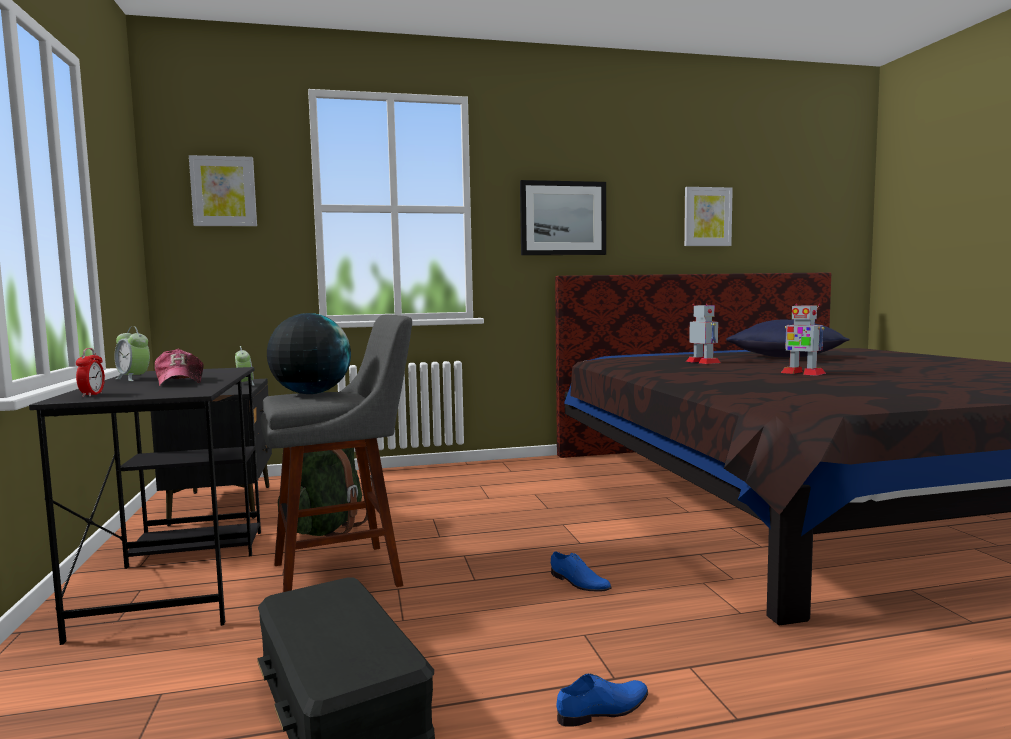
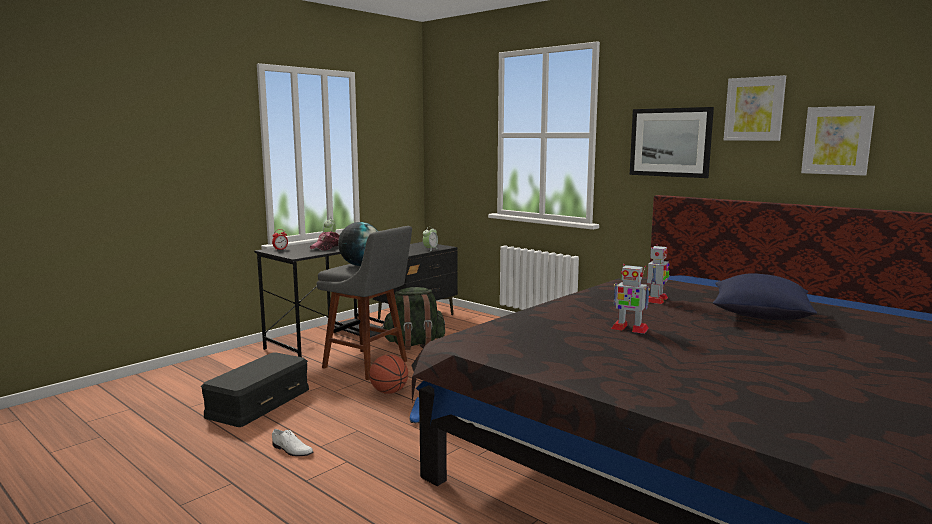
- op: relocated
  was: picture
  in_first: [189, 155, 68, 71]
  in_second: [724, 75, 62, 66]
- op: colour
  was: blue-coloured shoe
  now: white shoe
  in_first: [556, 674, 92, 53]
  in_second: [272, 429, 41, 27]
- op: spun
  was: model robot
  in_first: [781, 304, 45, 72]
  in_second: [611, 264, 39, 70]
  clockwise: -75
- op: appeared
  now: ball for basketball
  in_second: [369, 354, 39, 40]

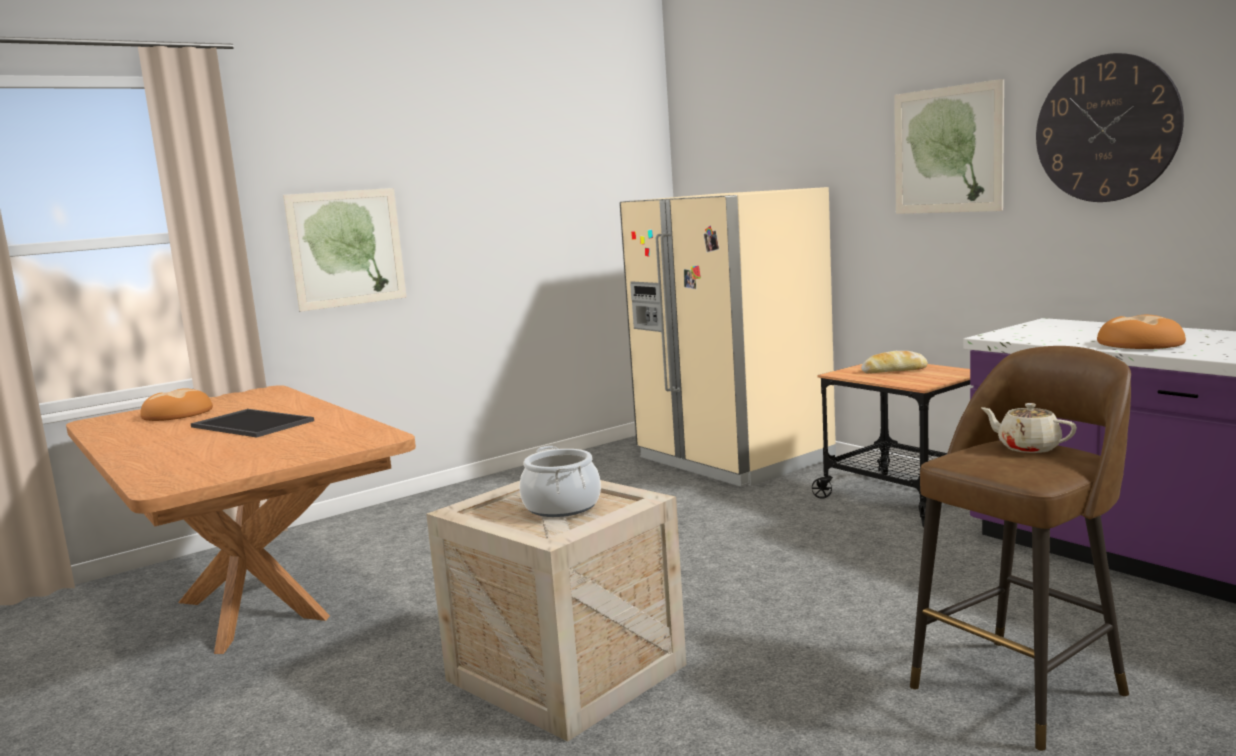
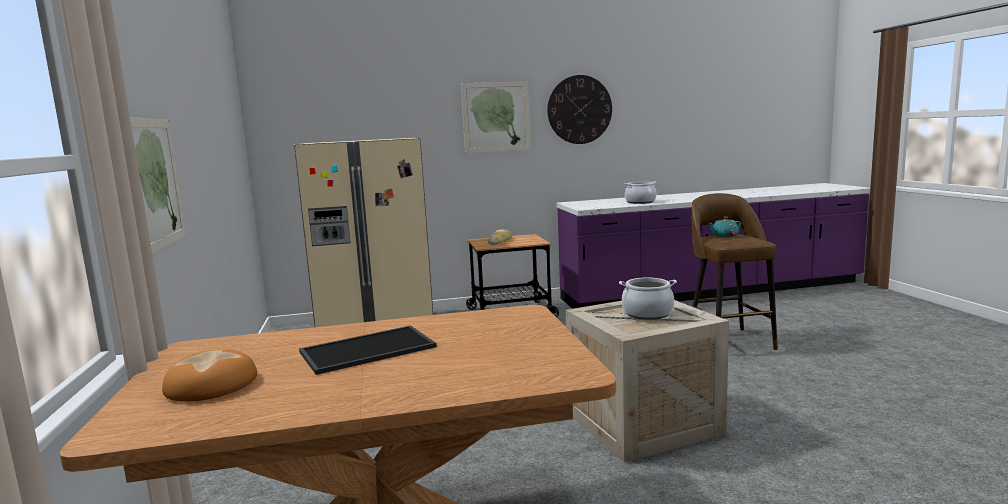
- op: colour
  was: beige-coloured teapot
  now: turquoise teapot
  in_first: [981, 403, 96, 50]
  in_second: [709, 217, 32, 20]
- op: exchanged
  was: bakery bread
  now: cooking pot
  in_first: [1097, 315, 89, 34]
  in_second: [624, 181, 33, 23]

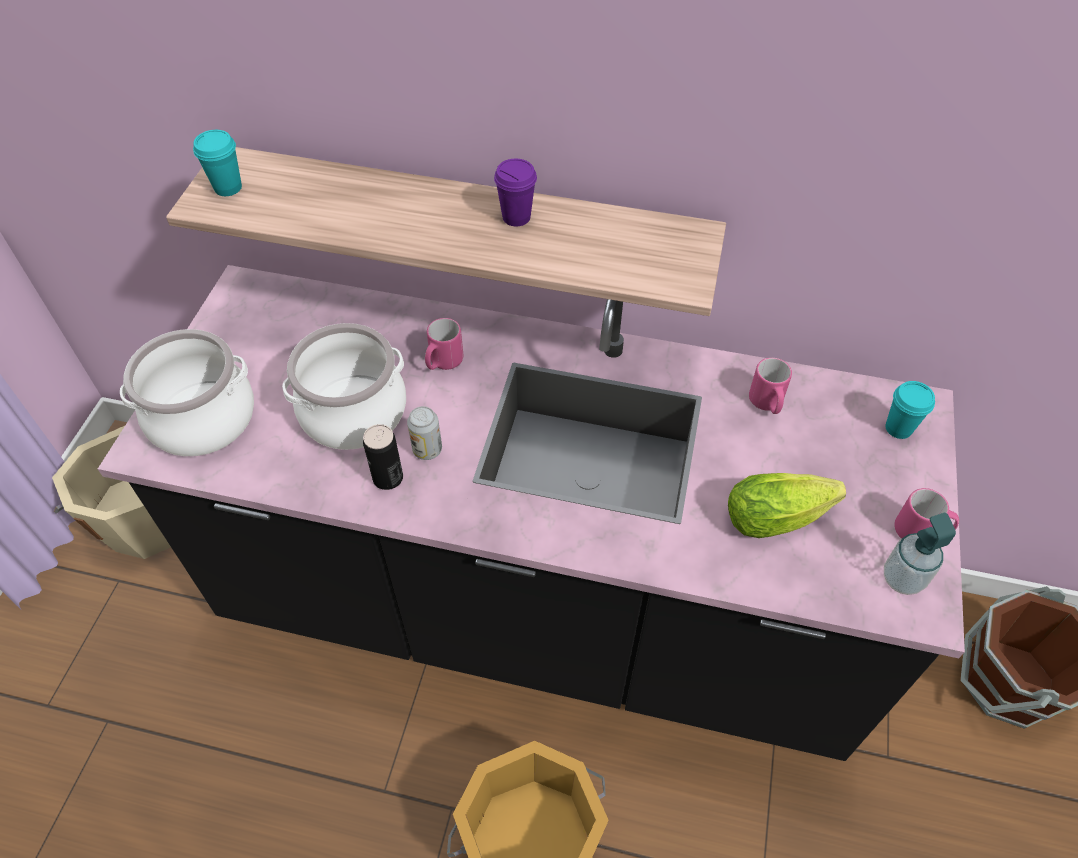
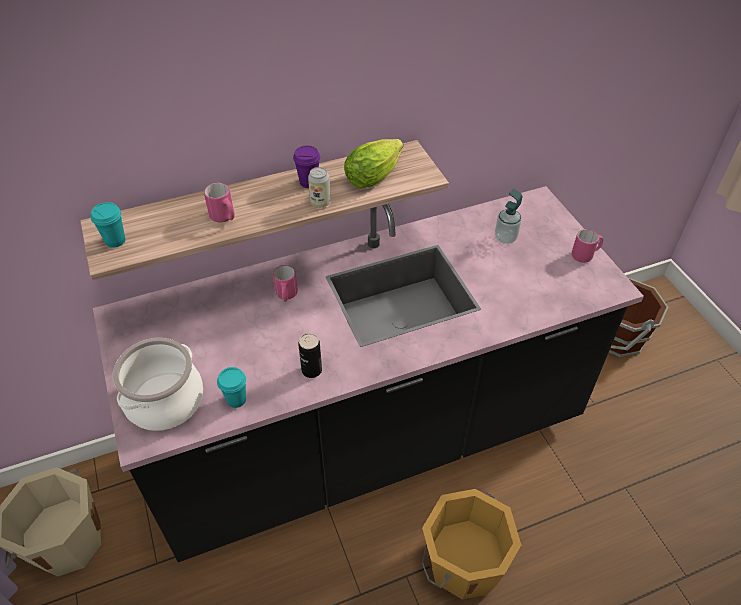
- op: missing
  was: cooking pot
  in_first: [282, 323, 124, 127]
- op: relocated
  was: can
  in_first: [407, 406, 35, 54]
  in_second: [308, 167, 23, 41]
- op: relocated
  was: lettuce
  in_first: [728, 473, 118, 65]
  in_second: [344, 139, 60, 49]
- op: relocated
  was: pink tea mug
  in_first: [749, 358, 43, 56]
  in_second: [204, 183, 31, 39]
- op: relocated
  was: liquid soap bottle
  in_first: [884, 513, 72, 82]
  in_second: [495, 189, 27, 55]
- op: relocated
  was: turquoise small cup
  in_first: [885, 381, 50, 58]
  in_second: [217, 367, 29, 41]

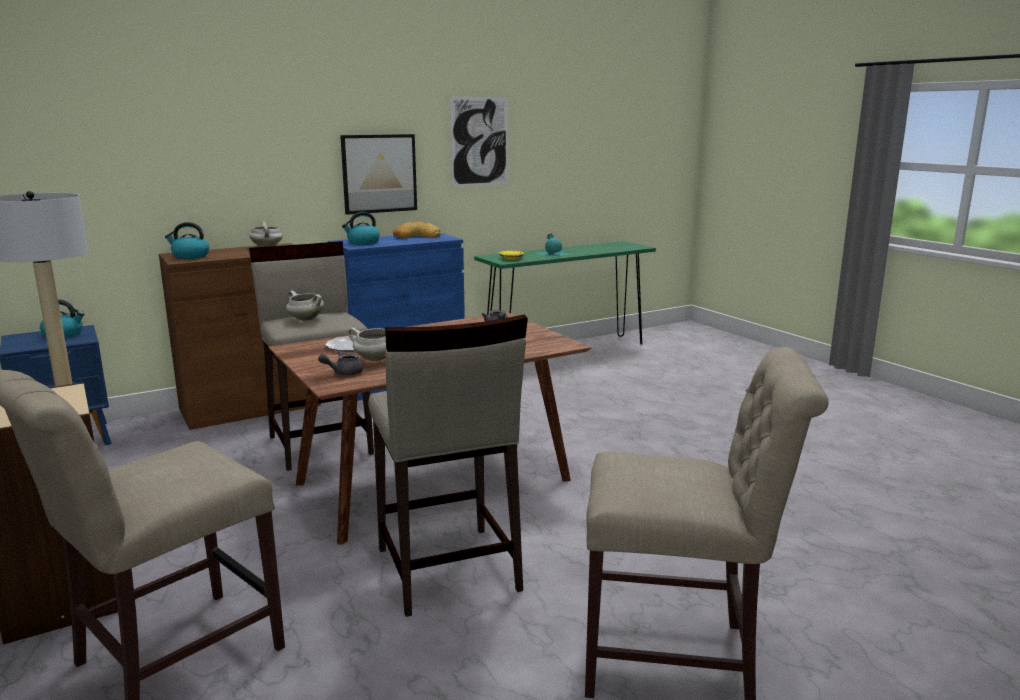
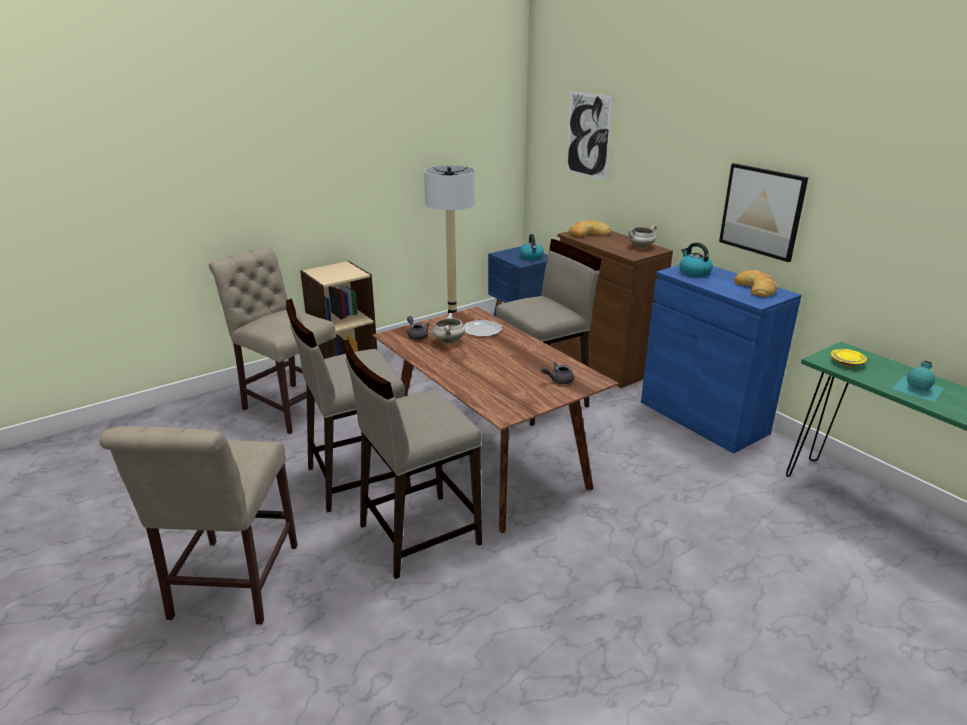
- op: exchanged
  was: kettle
  now: bakery bread
  in_first: [165, 222, 44, 37]
  in_second: [569, 220, 42, 17]
- op: missing
  was: white cooking pot
  in_first: [286, 290, 38, 31]
- op: relocated
  was: picture
  in_first: [450, 97, 57, 89]
  in_second: [566, 91, 47, 90]
- op: appeared
  now: beige-coloured sitting stool
  in_second: [342, 340, 140, 239]

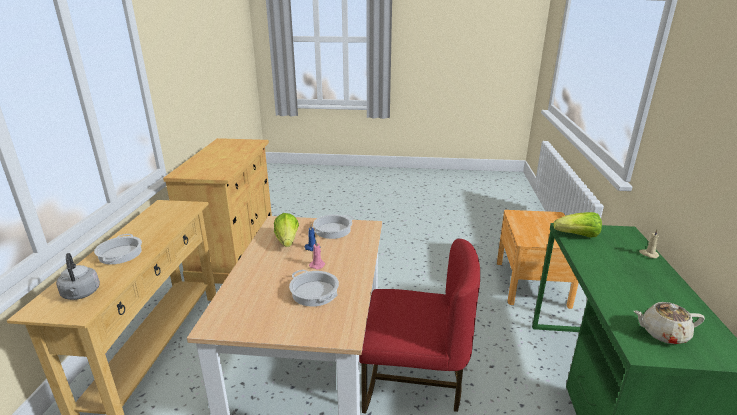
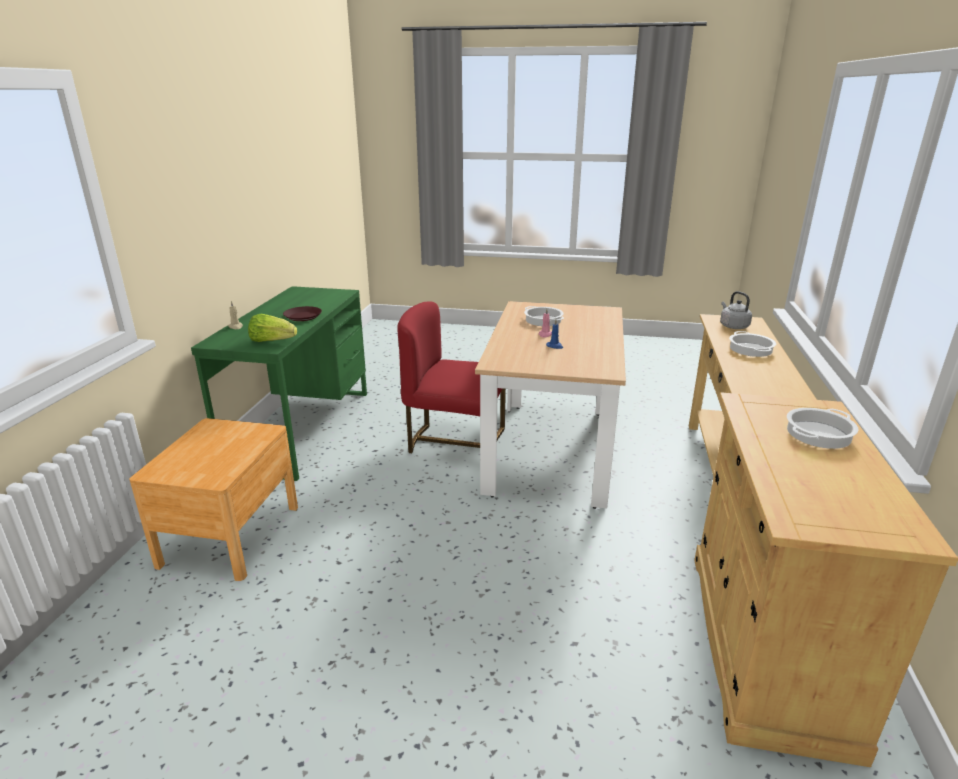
- op: missing
  was: lettuce
  in_first: [274, 213, 25, 34]
- op: relocated
  was: cooking pot
  in_first: [312, 214, 42, 25]
  in_second: [787, 408, 72, 41]
- op: missing
  was: beige-coloured teapot
  in_first: [633, 302, 72, 42]
- op: appeared
  now: brown plate
  in_second: [283, 306, 39, 15]

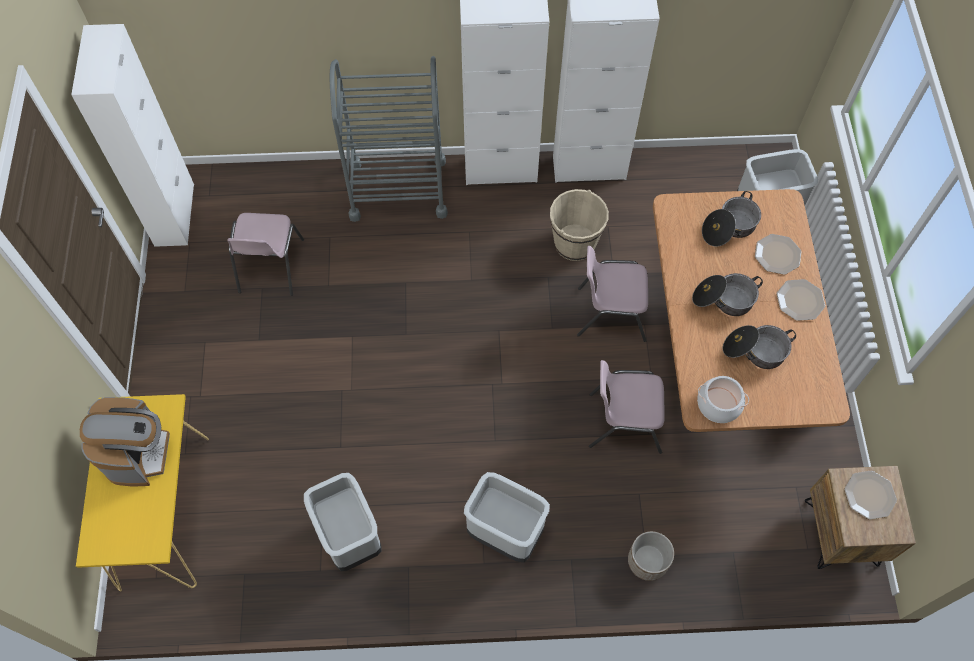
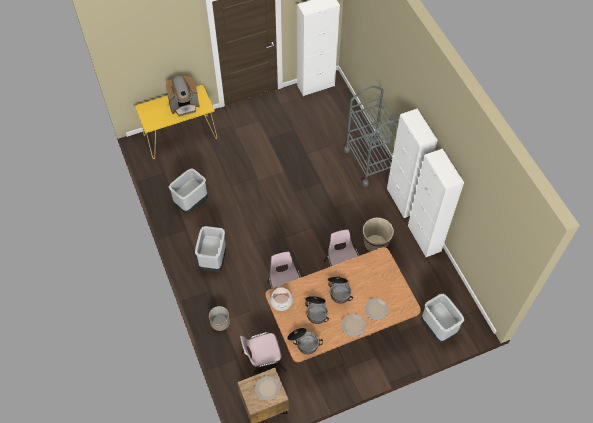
- op: relocated
  was: pink upright chair
  in_first: [227, 213, 77, 83]
  in_second: [240, 332, 47, 45]
- op: relocated
  was: cooking pot
  in_first: [702, 191, 59, 56]
  in_second: [287, 328, 36, 26]

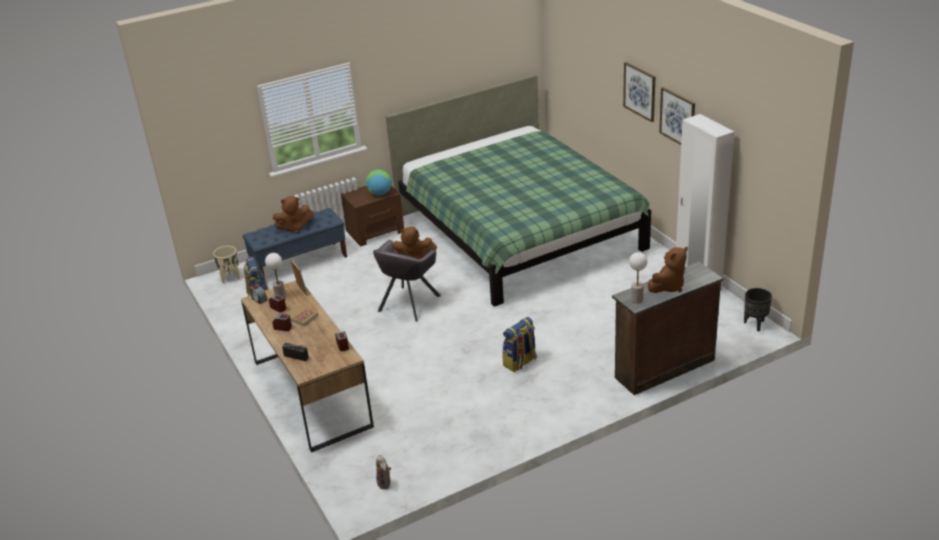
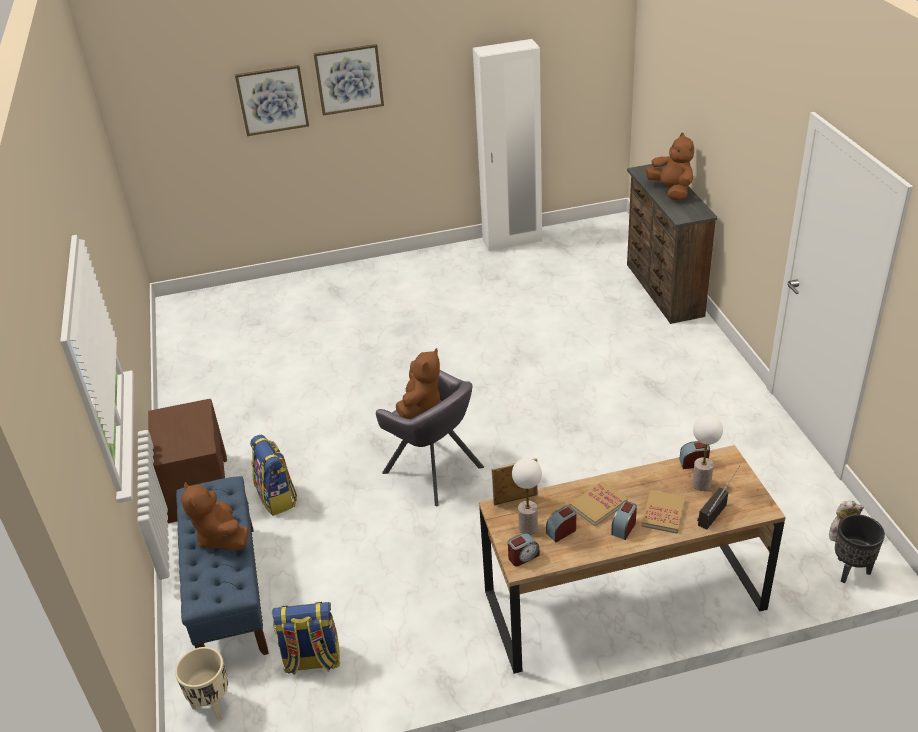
- op: spun
  was: brown plush toy
  in_first: [273, 196, 41, 37]
  in_second: [181, 482, 68, 68]
  clockwise: 150
- op: missing
  was: desk globe
  in_first: [366, 170, 26, 25]
- op: missing
  was: green sleeping bed
  in_first: [386, 74, 265, 233]
- op: relocated
  was: rucksack
  in_first: [503, 317, 34, 55]
  in_second: [250, 435, 47, 81]
- op: relocated
  was: lamp for a table
  in_first: [629, 252, 18, 52]
  in_second: [692, 415, 31, 76]
- op: relocated
  was: picture
  in_first: [659, 87, 36, 58]
  in_second: [235, 65, 74, 71]
- op: relocated
  was: blackish plant pot
  in_first: [744, 288, 28, 43]
  in_second: [835, 514, 50, 70]
- op: appeared
  now: volume
  in_second: [641, 490, 45, 44]

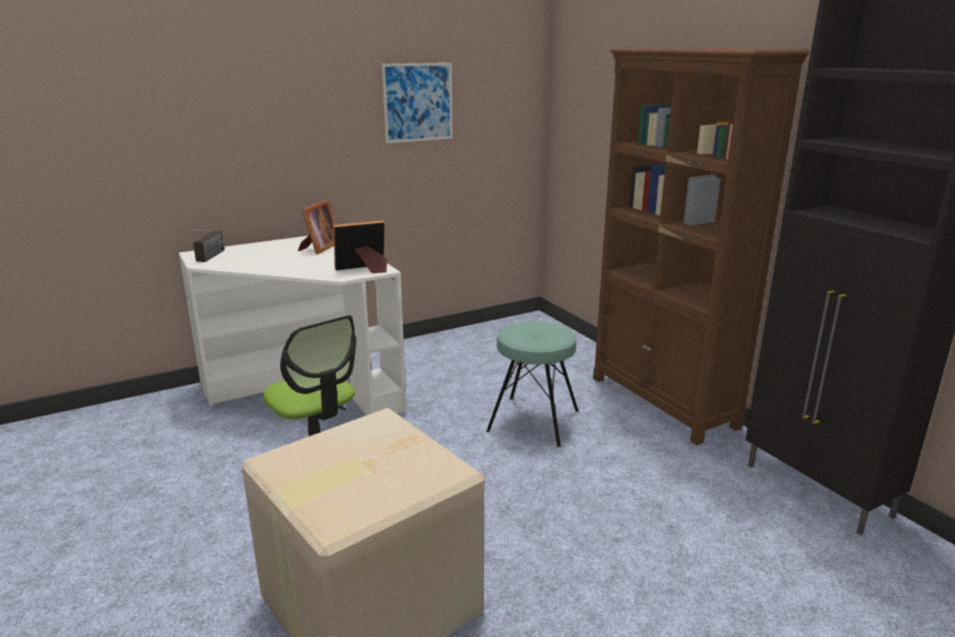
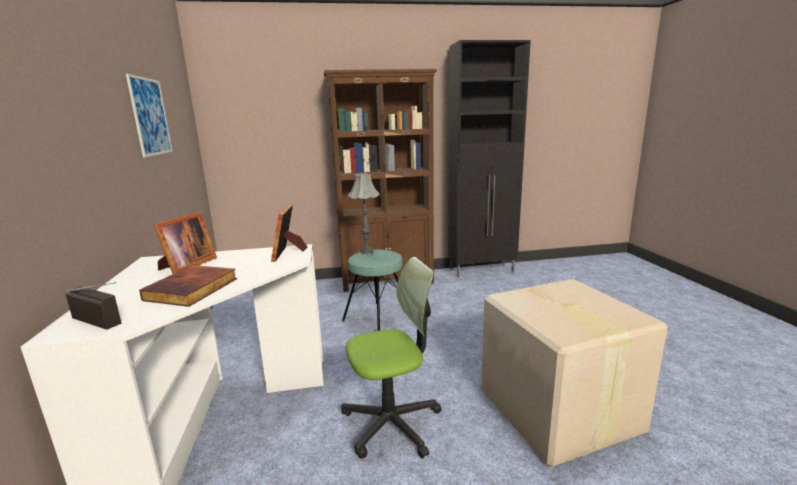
- op: spun
  was: standing frame
  in_first: [298, 200, 38, 54]
  in_second: [153, 212, 64, 62]
  clockwise: 75
- op: appeared
  now: volume
  in_second: [139, 265, 98, 42]
- op: appeared
  now: greyish lamp for a table
  in_second: [348, 173, 31, 81]

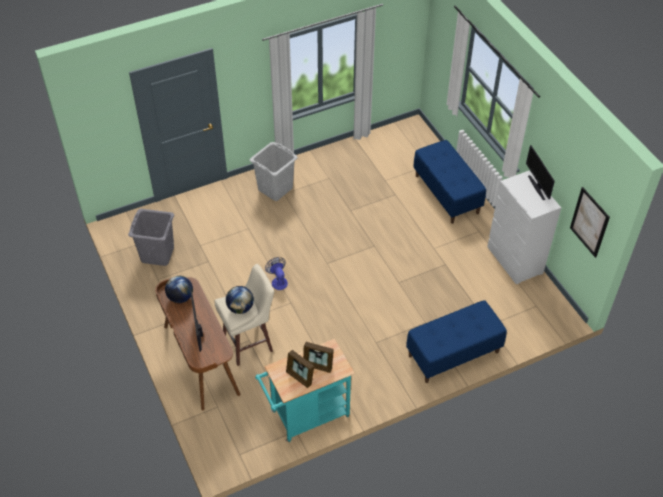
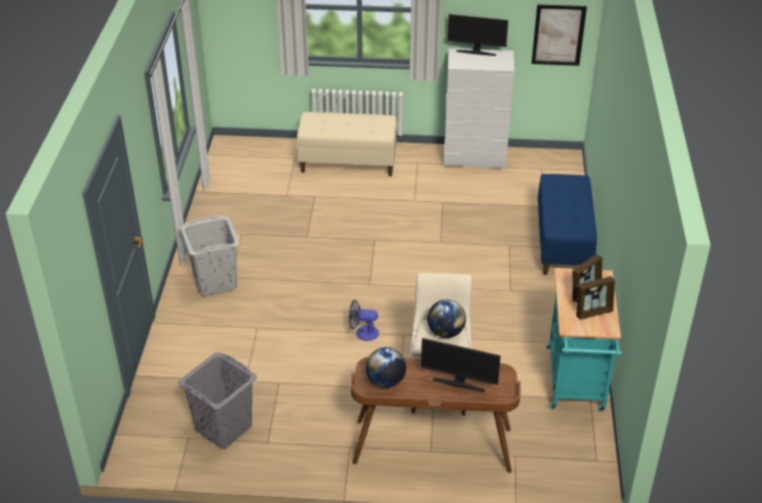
- op: colour
  was: blue-coloured bench
  now: beige-coloured bench
  in_first: [413, 140, 73, 84]
  in_second: [297, 112, 100, 64]

